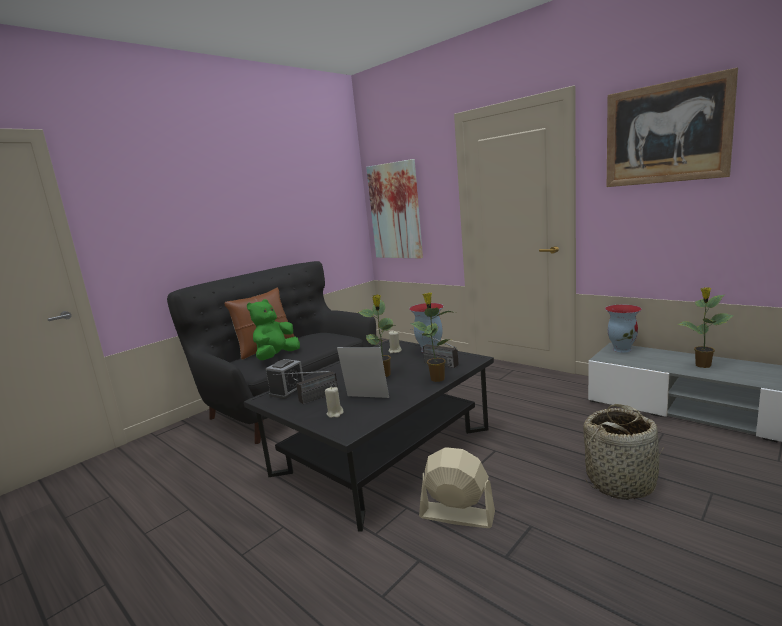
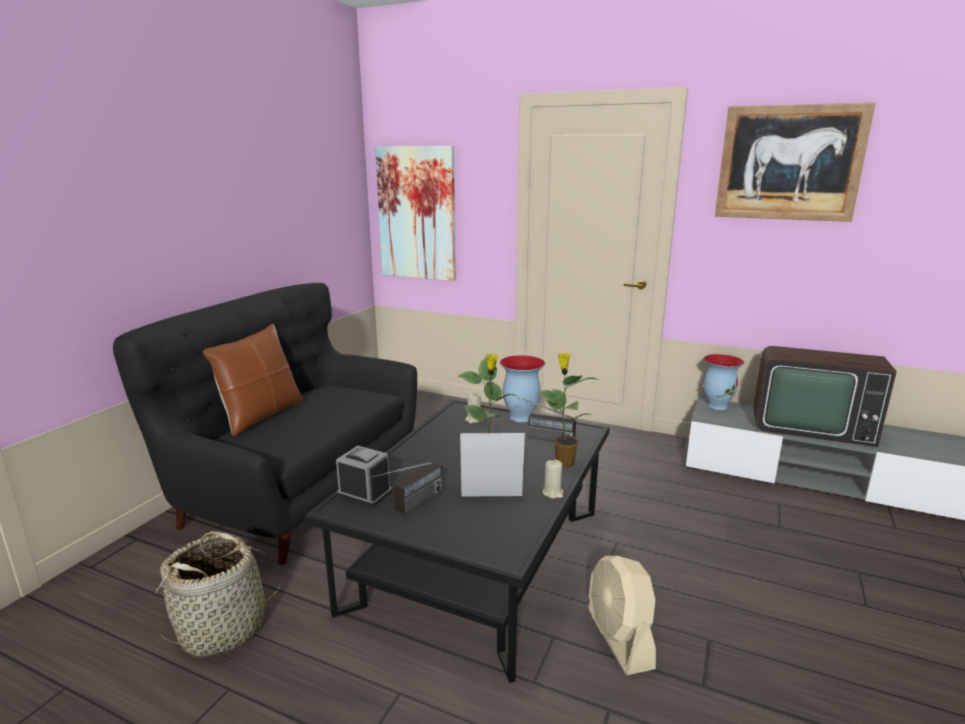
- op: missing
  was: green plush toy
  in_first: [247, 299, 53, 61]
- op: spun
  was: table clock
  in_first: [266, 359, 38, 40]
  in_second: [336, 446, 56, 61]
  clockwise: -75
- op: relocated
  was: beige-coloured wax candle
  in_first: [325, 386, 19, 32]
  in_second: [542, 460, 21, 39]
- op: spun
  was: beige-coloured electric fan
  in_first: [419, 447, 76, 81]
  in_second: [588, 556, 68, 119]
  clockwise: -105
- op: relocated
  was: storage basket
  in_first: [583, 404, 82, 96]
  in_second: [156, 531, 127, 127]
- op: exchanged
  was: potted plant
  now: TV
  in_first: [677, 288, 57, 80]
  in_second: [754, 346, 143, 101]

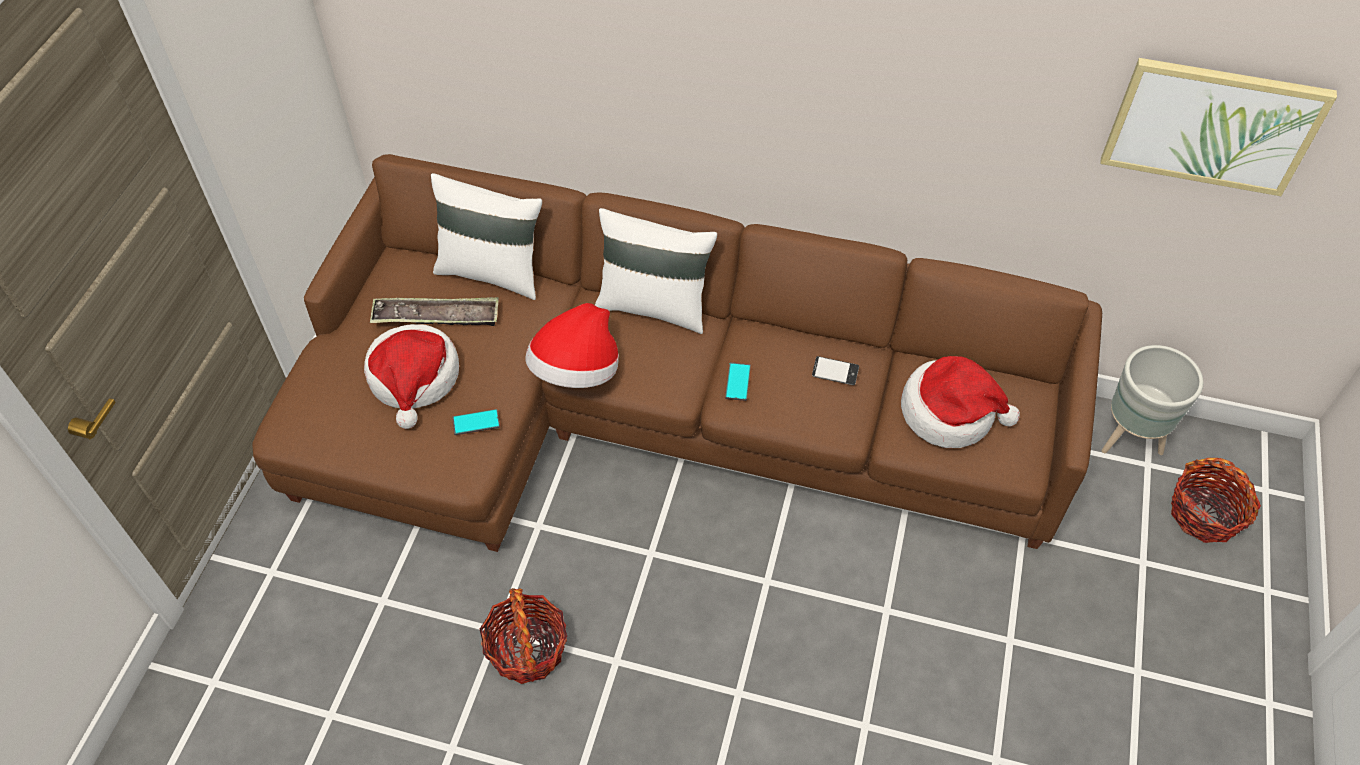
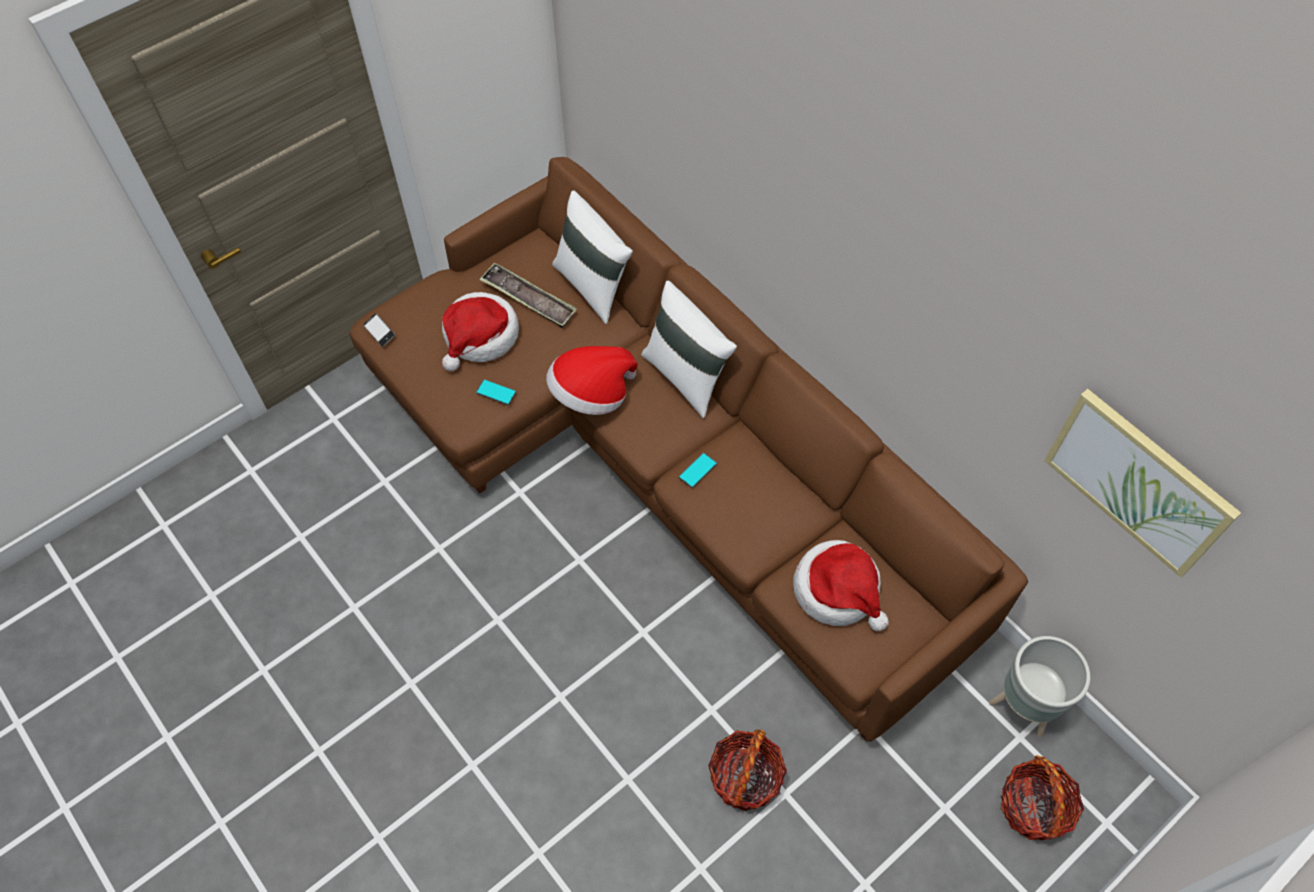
- op: relocated
  was: storage basket
  in_first: [480, 588, 87, 96]
  in_second: [708, 729, 79, 82]
- op: relocated
  was: handset
  in_first: [812, 356, 47, 29]
  in_second: [363, 313, 32, 34]

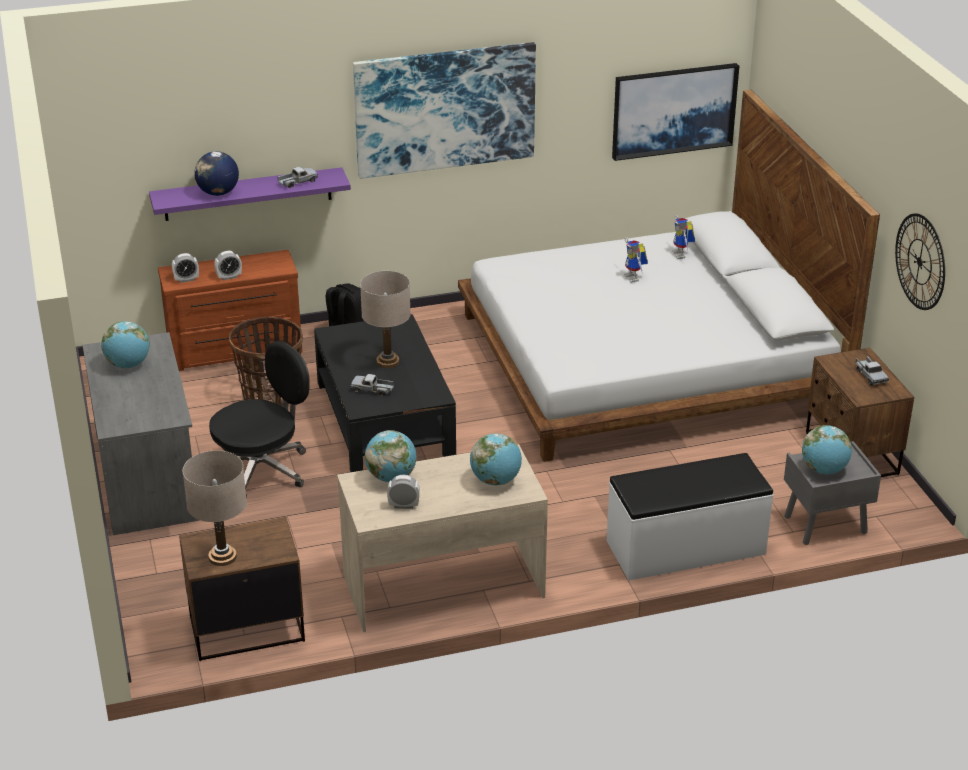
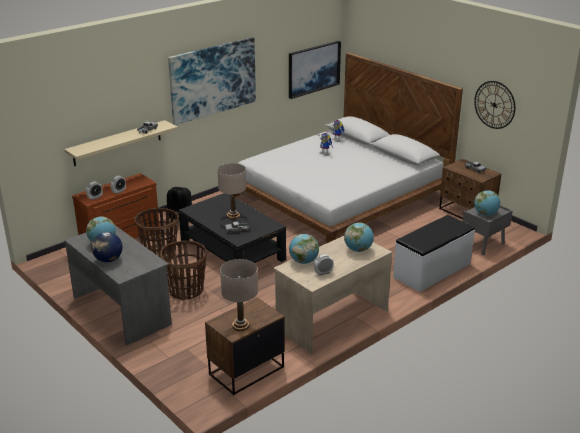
- op: colour
  was: purplish shelf
  now: beige-coloured shelf
  in_first: [149, 167, 202, 54]
  in_second: [64, 120, 114, 46]
- op: relocated
  was: desk globe
  in_first: [194, 151, 45, 45]
  in_second: [91, 232, 32, 30]
- op: exchanged
  was: blackish office chair
  now: storage basket
  in_first: [209, 341, 101, 158]
  in_second: [160, 241, 47, 59]

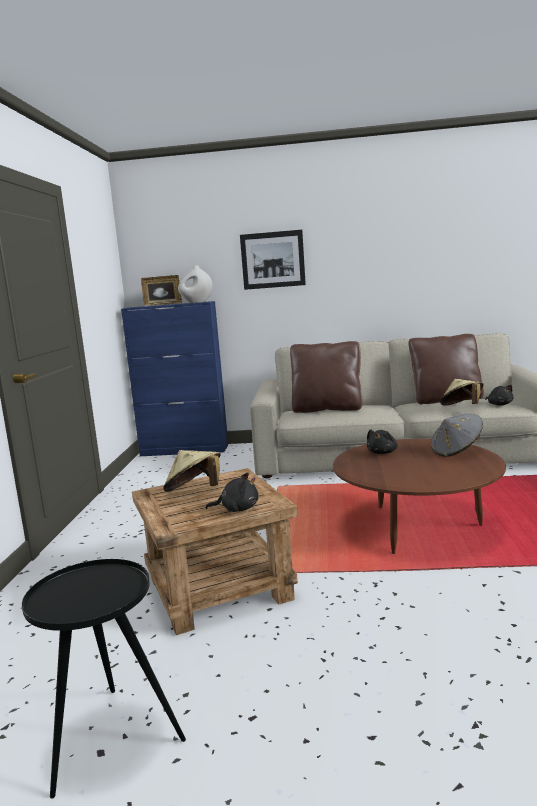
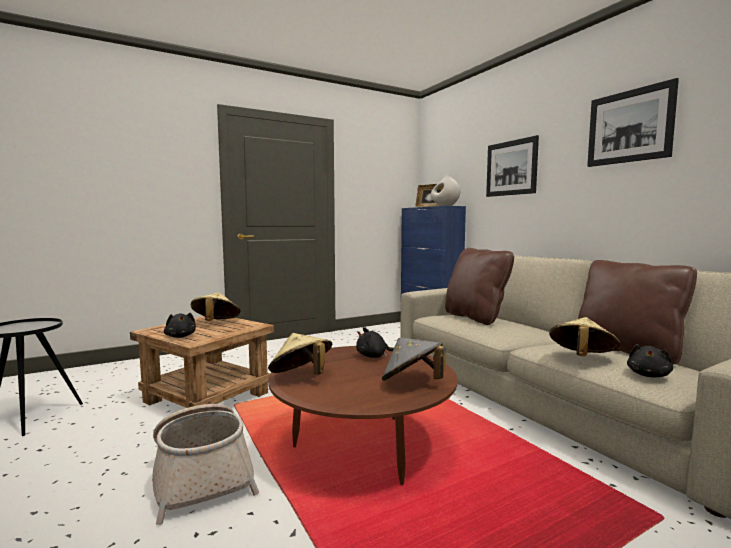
- op: appeared
  now: storage basket
  in_second: [152, 404, 107, 121]
- op: appeared
  now: beige-coloured wearable hat
  in_second: [268, 333, 64, 42]
- op: appeared
  now: picture
  in_second: [587, 78, 92, 89]

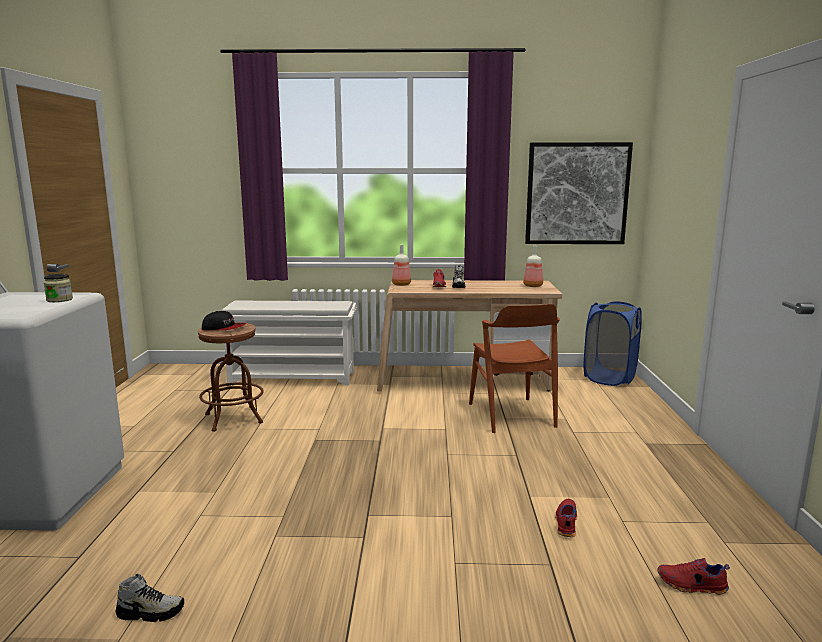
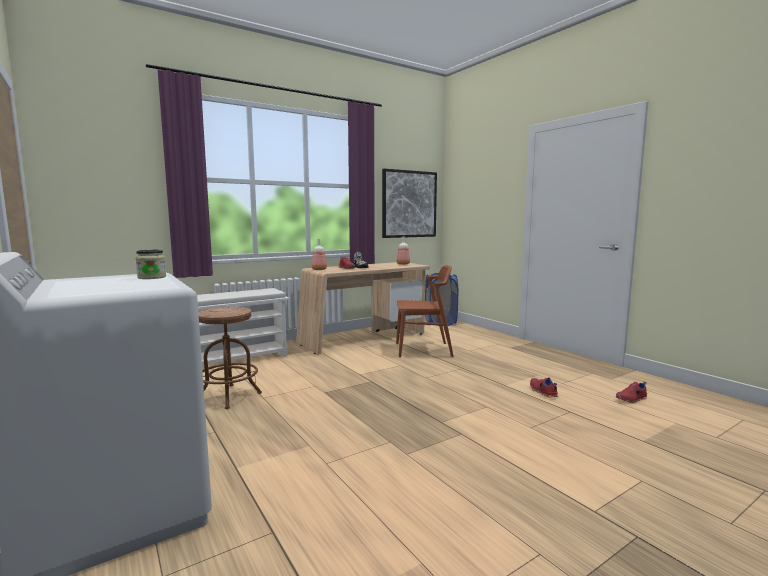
- op: missing
  was: shoe
  in_first: [115, 573, 69, 49]
- op: missing
  was: peaked cap
  in_first: [202, 311, 44, 20]
- op: spun
  was: brown upright chair
  in_first: [469, 304, 91, 129]
  in_second: [396, 265, 58, 93]
  clockwise: -45

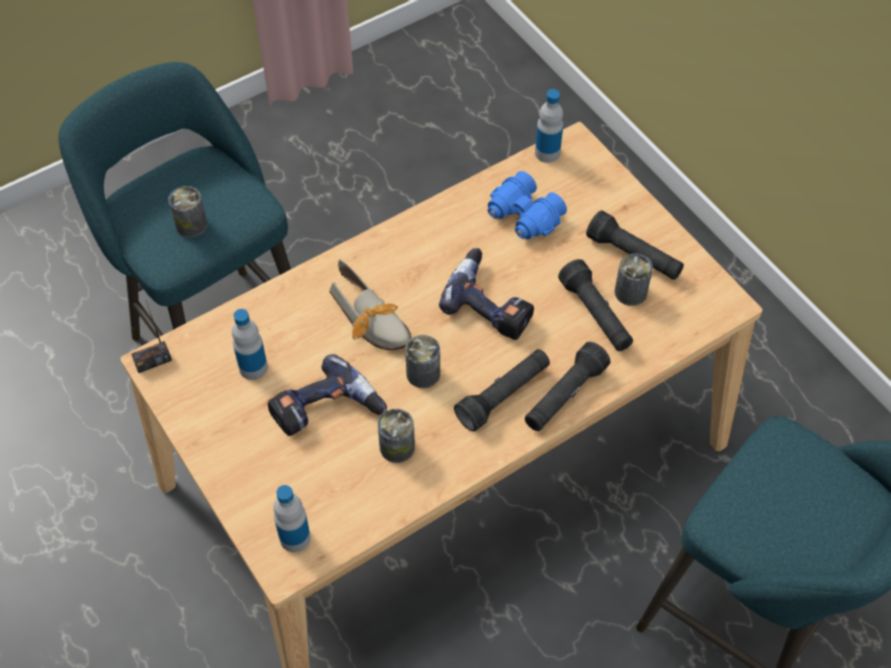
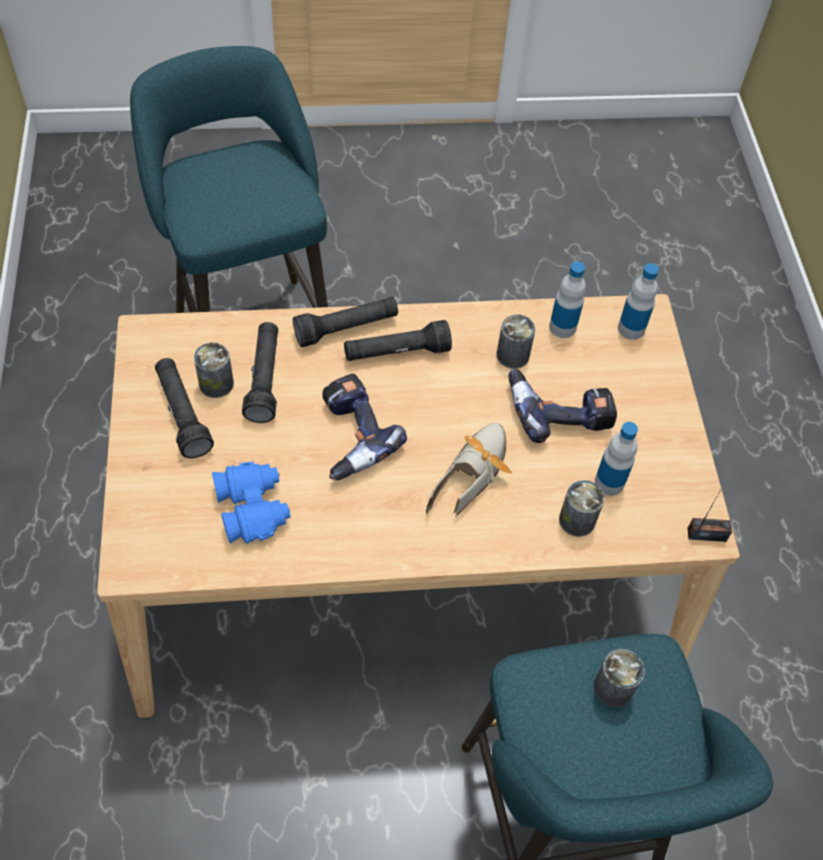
- op: spun
  was: shoe
  in_first: [329, 259, 82, 91]
  in_second: [426, 423, 86, 94]
  clockwise: 45
- op: relocated
  was: can
  in_first: [405, 335, 35, 53]
  in_second: [559, 480, 46, 57]
- op: relocated
  was: bottle
  in_first: [535, 89, 28, 74]
  in_second: [549, 261, 37, 77]

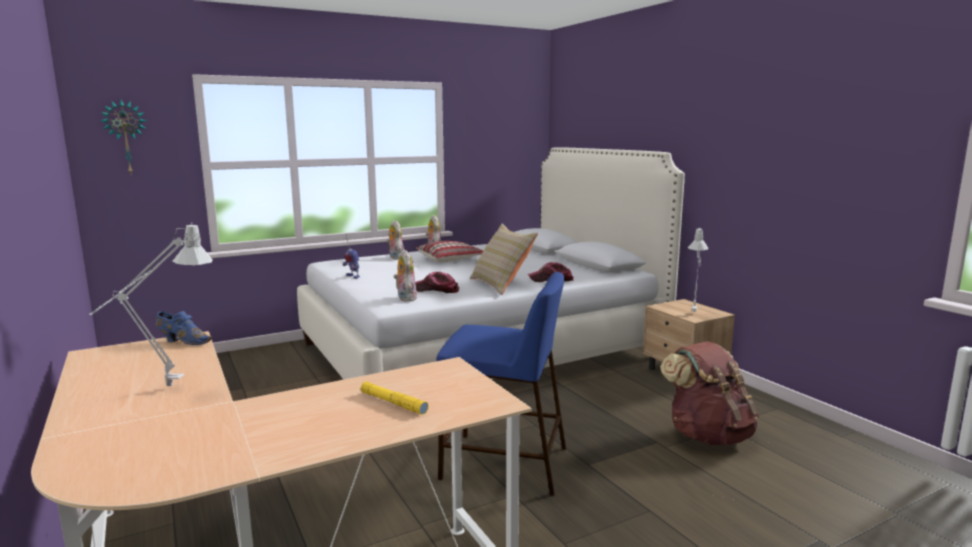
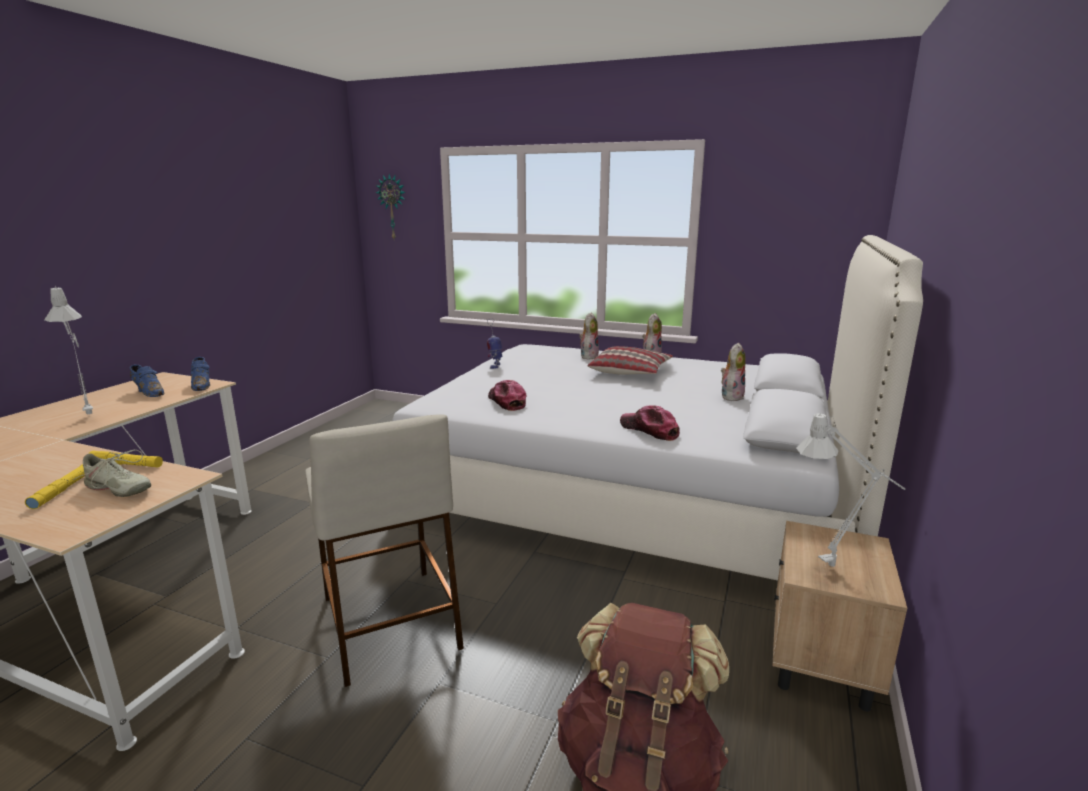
- op: relocated
  was: plush toy
  in_first: [394, 249, 23, 53]
  in_second: [721, 343, 25, 58]
- op: colour
  was: blue-coloured sitting stool
  now: beige-coloured sitting stool
  in_first: [436, 272, 130, 224]
  in_second: [305, 414, 159, 273]
- op: missing
  was: beige-coloured cushion
  in_first: [470, 224, 68, 71]
- op: appeared
  now: beige-coloured shoe
  in_second: [73, 450, 78, 47]
- op: appeared
  now: yellow-coloured torch
  in_second: [88, 451, 75, 16]
- op: appeared
  now: blue-coloured shoe
  in_second: [130, 365, 34, 32]

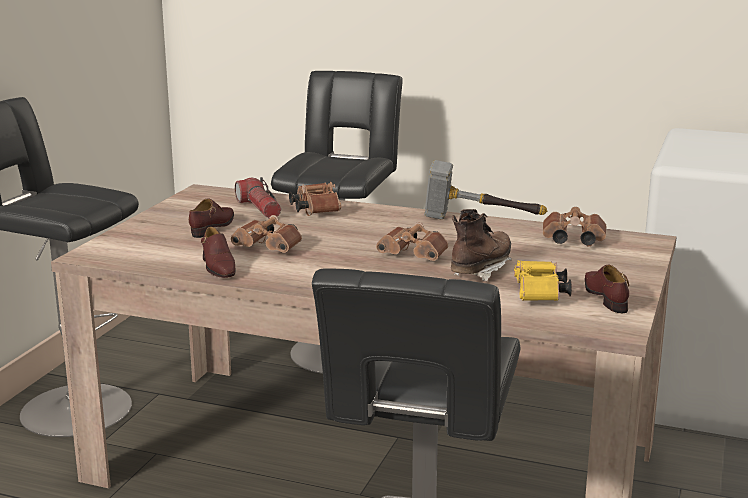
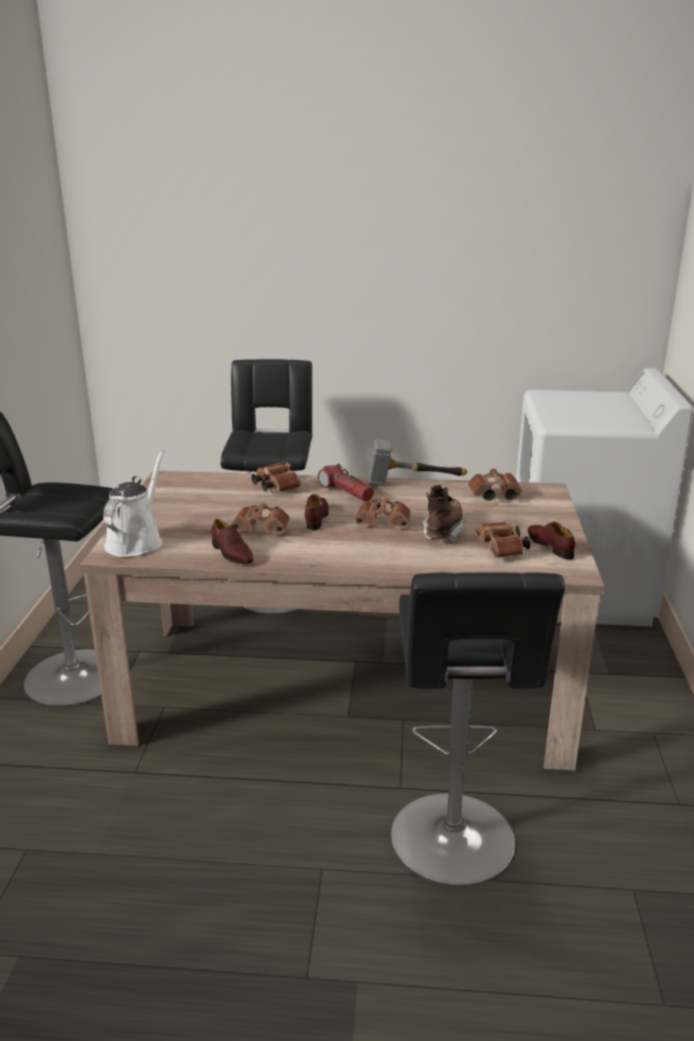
- op: relocated
  was: brown shoe
  in_first: [189, 199, 45, 39]
  in_second: [305, 494, 24, 36]
- op: relocated
  was: torch
  in_first: [235, 177, 46, 41]
  in_second: [318, 464, 56, 38]
- op: colour
  was: yellow-coloured field glasses
  now: brown field glasses
  in_first: [514, 260, 58, 41]
  in_second: [475, 522, 55, 36]
- op: appeared
  now: white sprinkling can
  in_second: [103, 450, 62, 107]

